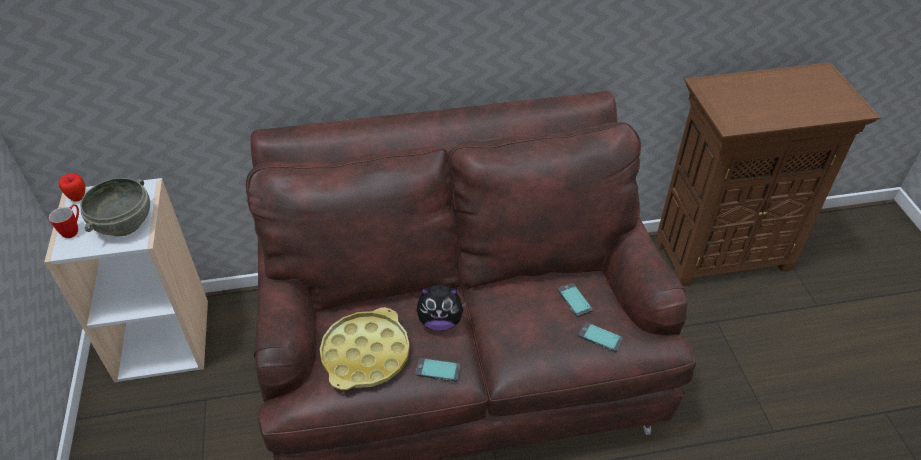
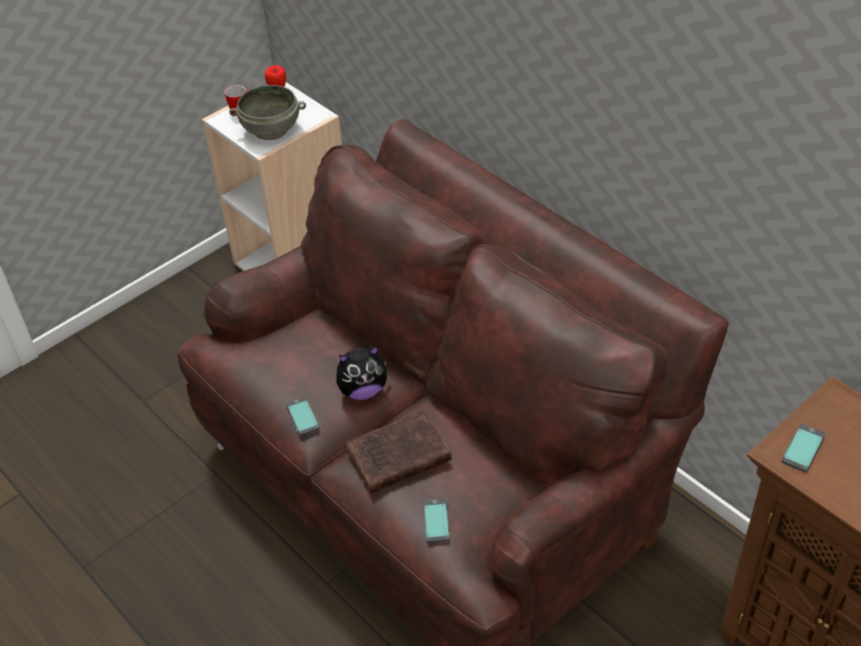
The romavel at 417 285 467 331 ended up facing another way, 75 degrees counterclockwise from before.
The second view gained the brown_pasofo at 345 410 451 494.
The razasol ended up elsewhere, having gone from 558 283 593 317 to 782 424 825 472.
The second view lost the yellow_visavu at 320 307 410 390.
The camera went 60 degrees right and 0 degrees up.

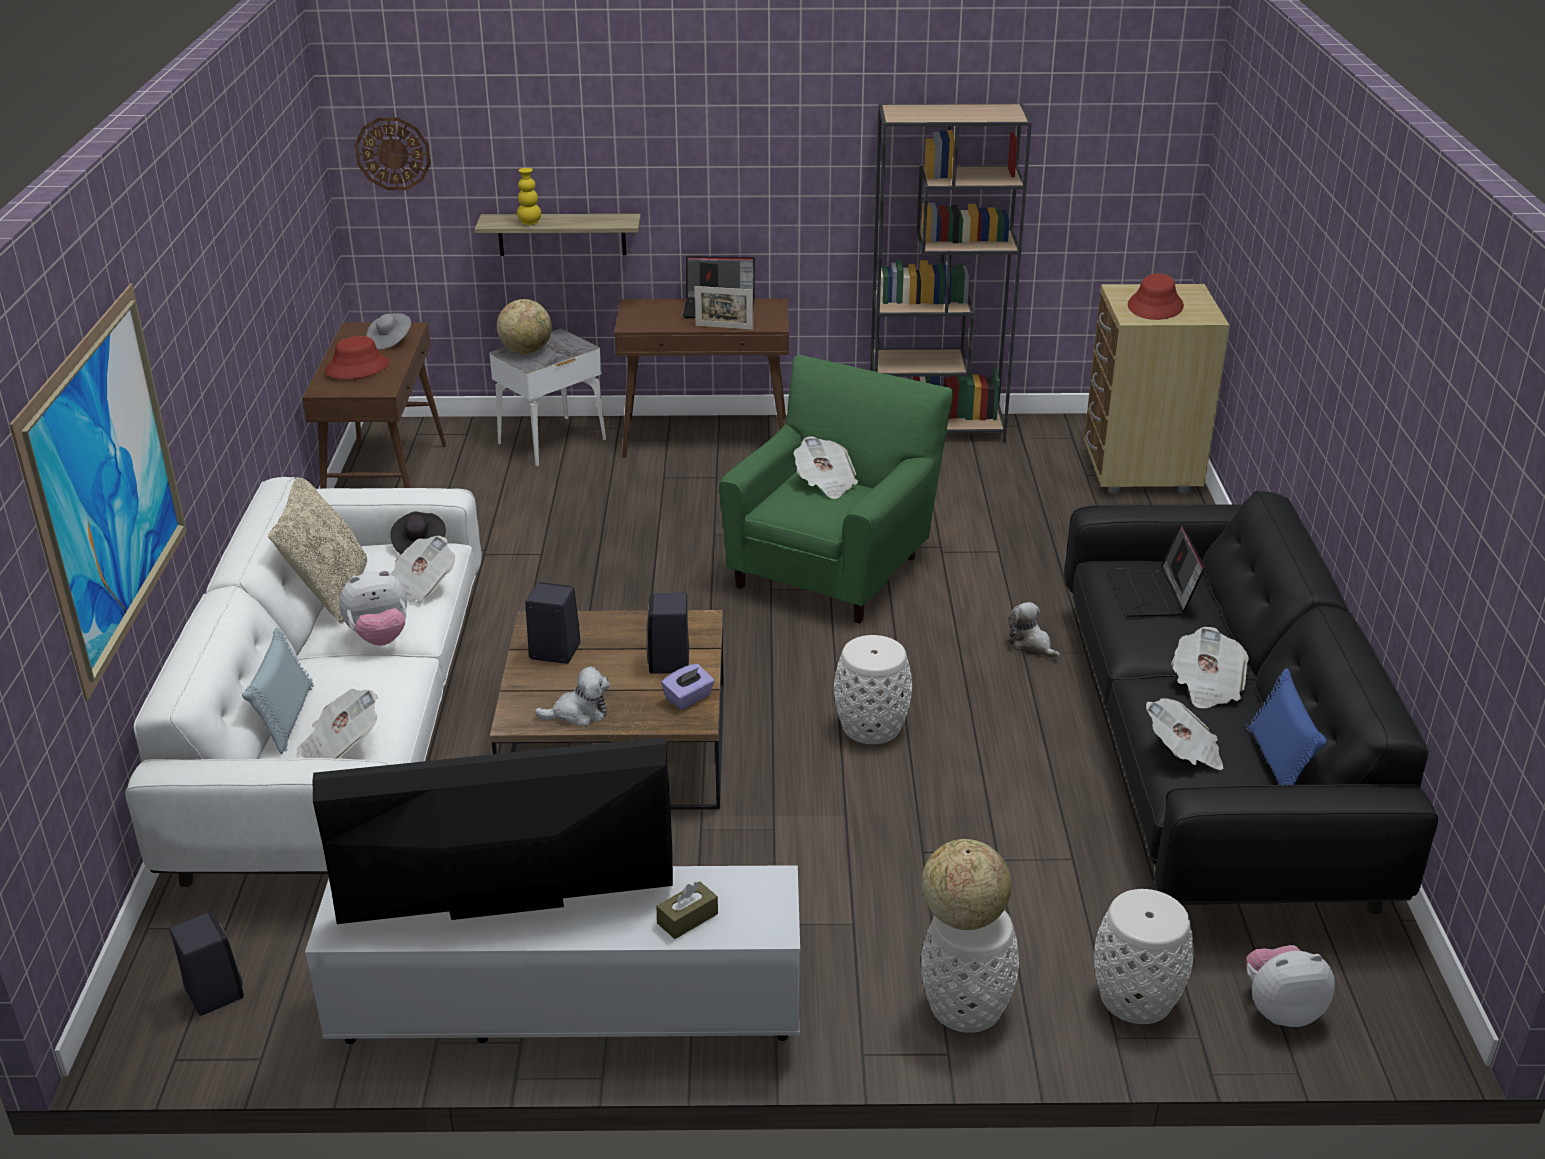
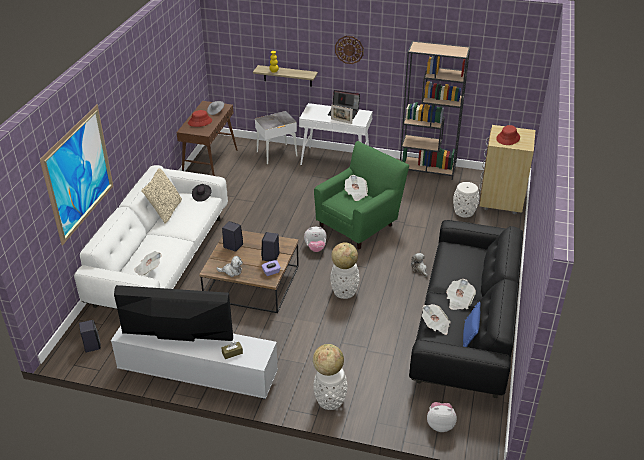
What was the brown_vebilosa at 614 298 789 458 turned into the white_vebilosa at 299 103 373 165.
The romavel ended up elsewhere, having gone from 339 570 407 646 to 304 227 327 252.
The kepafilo ended up elsewhere, having gone from 497 299 552 354 to 331 242 358 269.
The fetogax ended up elsewhere, having gone from 355 117 431 190 to 335 36 364 64.
The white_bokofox ended up elsewhere, having gone from 1094 889 1194 1024 to 453 182 479 217.
The second view lost the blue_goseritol at 242 627 314 754.
The second view lost the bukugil at 390 536 455 603.
The second view lost the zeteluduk at 1108 523 1205 617.
The camera went 15 degrees right and 5 degrees up.

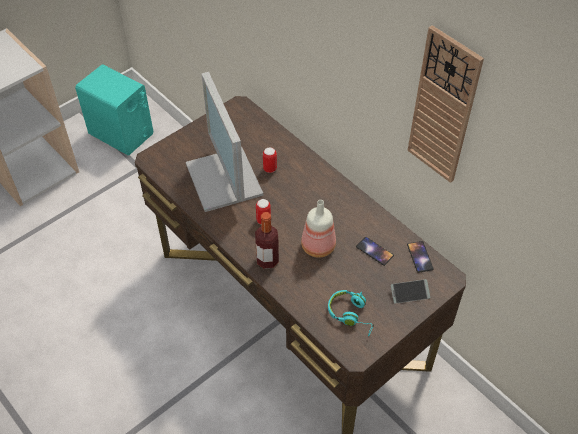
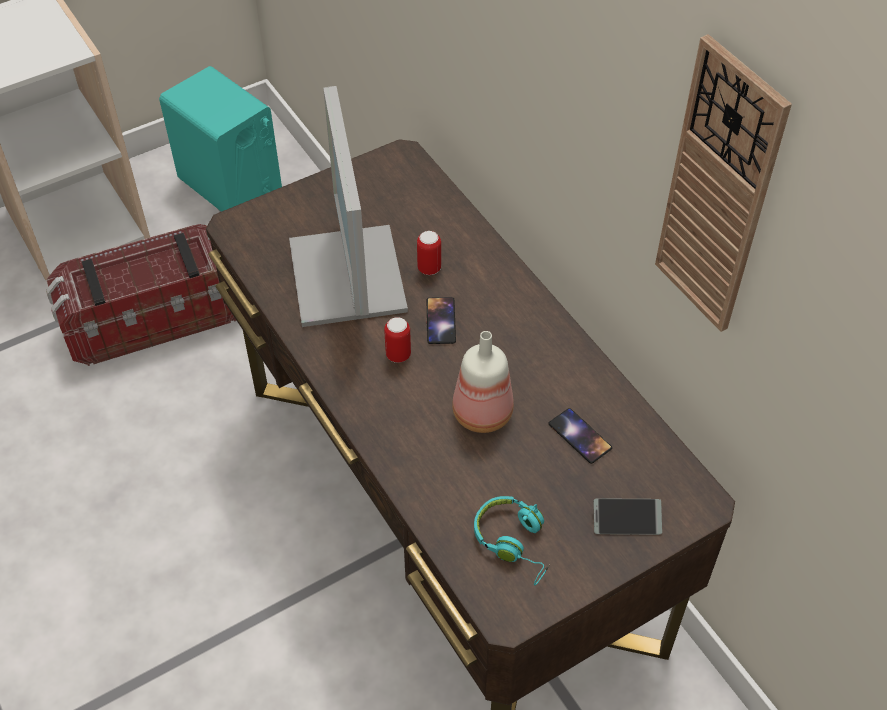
The second view gained the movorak at 46 224 236 366.
The razasol ended up elsewhere, having gone from 407 241 434 273 to 427 297 456 344.
The second view lost the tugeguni at 255 212 279 269.
The camera went 10 degrees right and 0 degrees up.

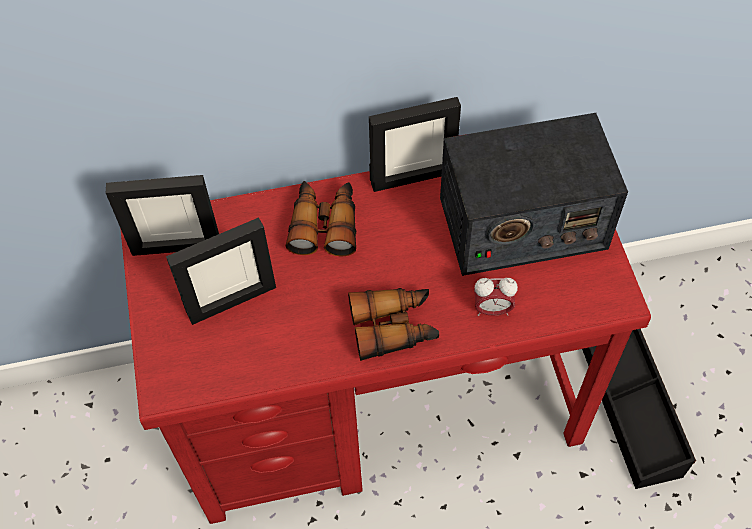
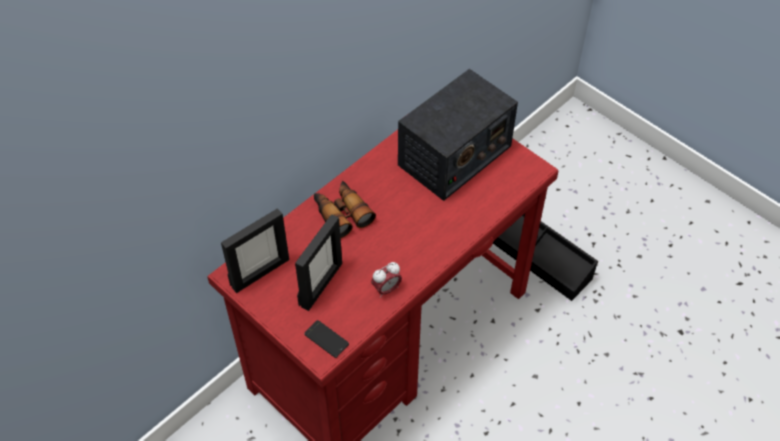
The second view gained the razasol at 304 320 349 358.
The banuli ended up elsewhere, having gone from 474 278 518 316 to 371 262 402 298.
The second view lost the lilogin at 348 288 439 361.
The second view lost the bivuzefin at 369 97 461 192.
The camera went 35 degrees left and 5 degrees down.

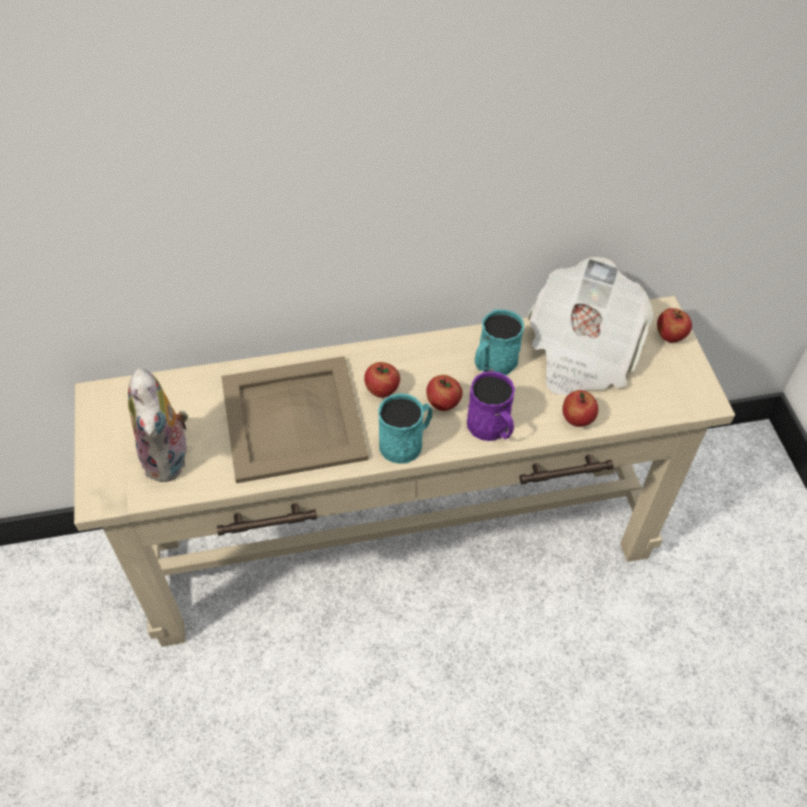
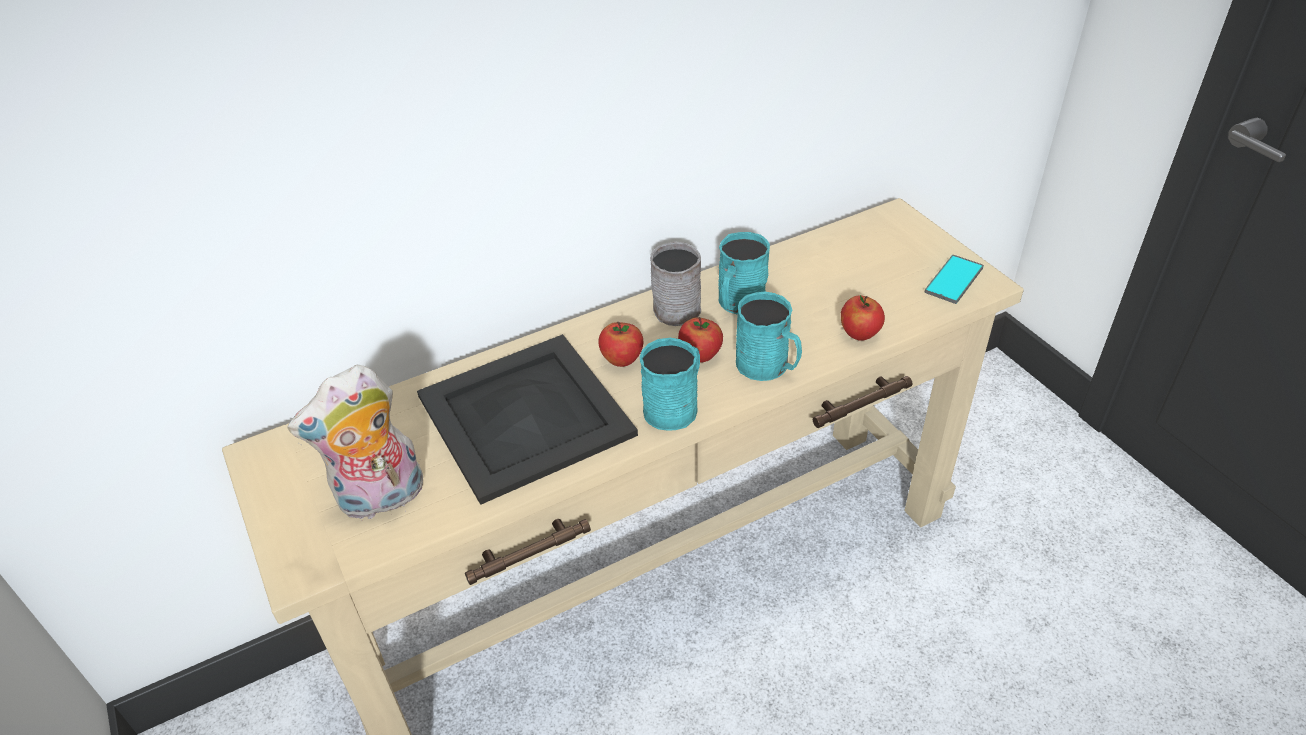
The romavel at 128 367 190 482 ended up facing another way, 90 degrees clockwise from before.
What was the beige_visavu at 221 356 369 483 turned into the black_visavu at 417 334 638 505.
The second view gained the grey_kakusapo at 650 242 701 326.
What was the purple_kakusapo at 467 371 515 441 turned into the turquoise_kakusapo at 736 292 802 381.
The second view gained the razasol at 925 255 984 304.
The second view lost the bukugil at 528 257 654 395.
The second view lost the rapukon at 657 308 692 343.
The camera went 15 degrees left and 10 degrees down.

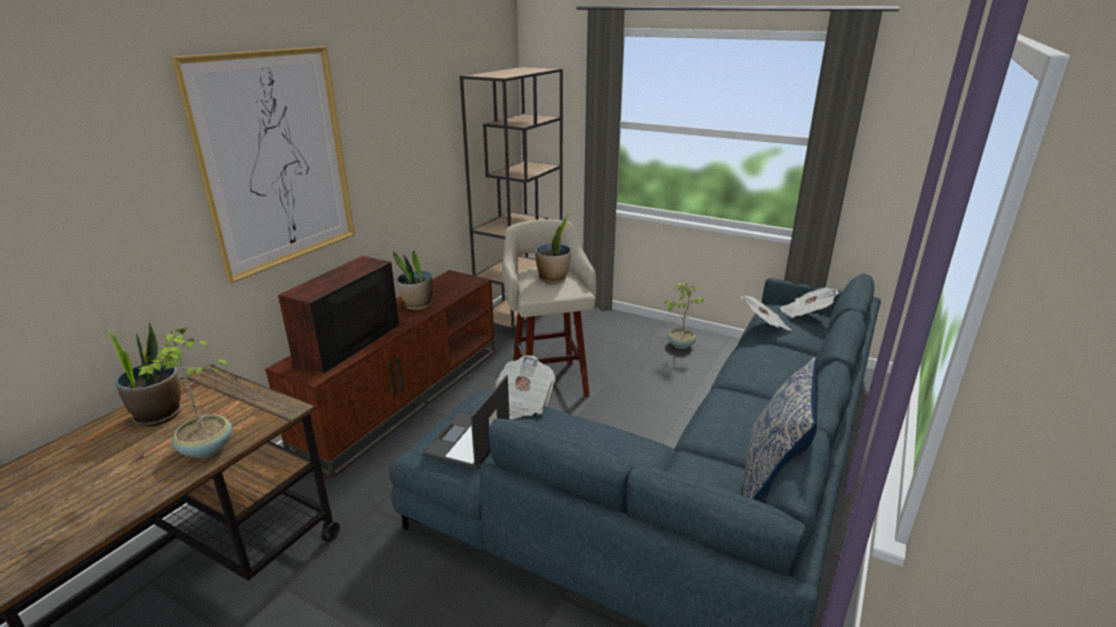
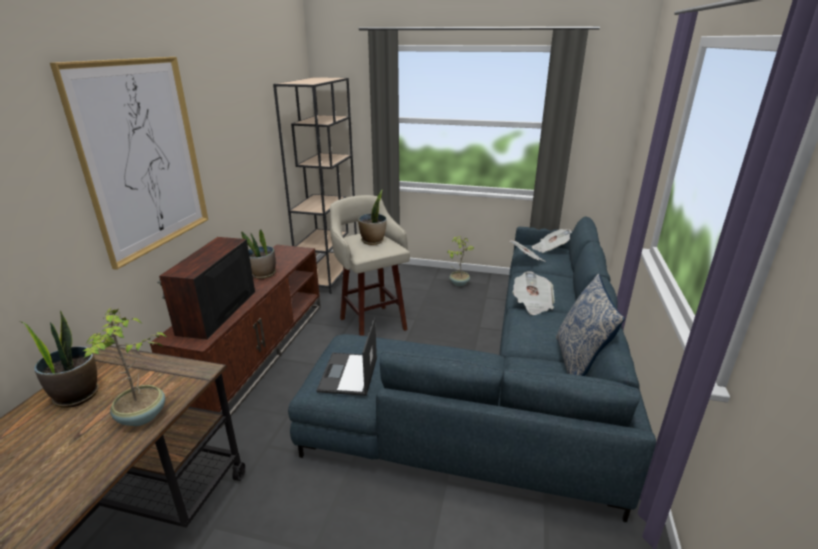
The bukugil ended up elsewhere, having gone from 495 355 556 419 to 513 271 555 315.
The camera went 15 degrees left and 0 degrees up.

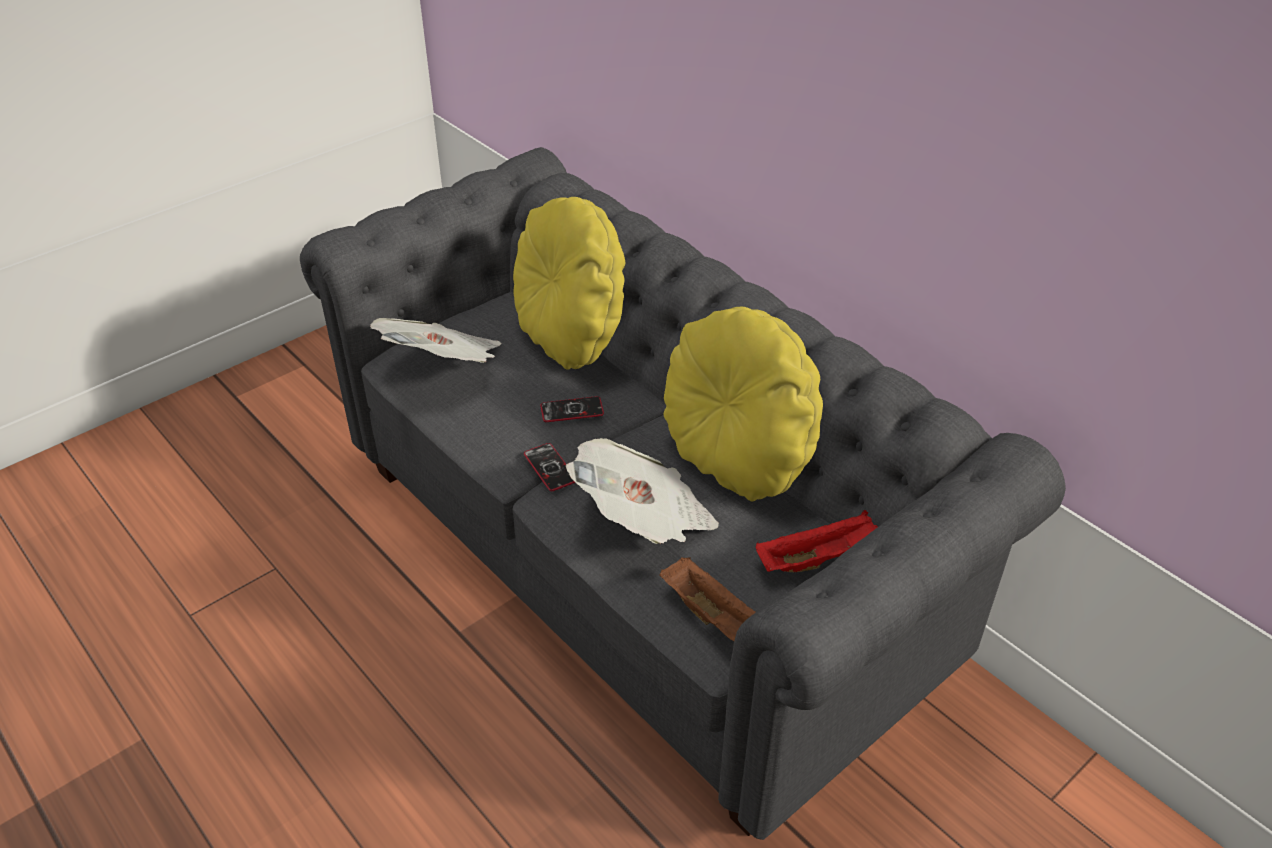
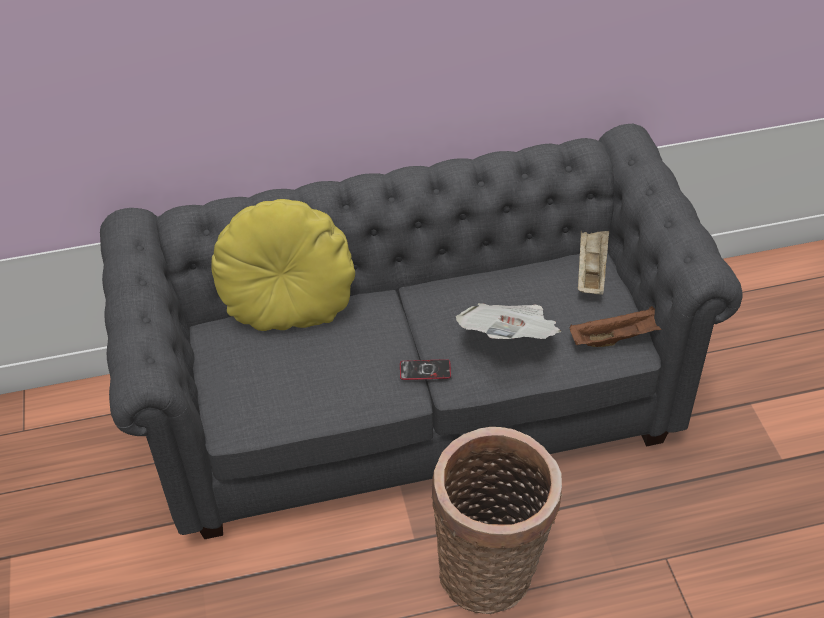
The second view gained the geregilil at 431 427 562 614.
What was the red_visavu at 756 510 878 572 turned into the beige_visavu at 578 230 609 295.
The second view lost the bukugil at 370 318 501 363.
The second view lost the razasol at 540 396 604 422.
The second view lost the yellow_goseritol at 664 307 823 502.
The camera went 60 degrees left and 5 degrees up.

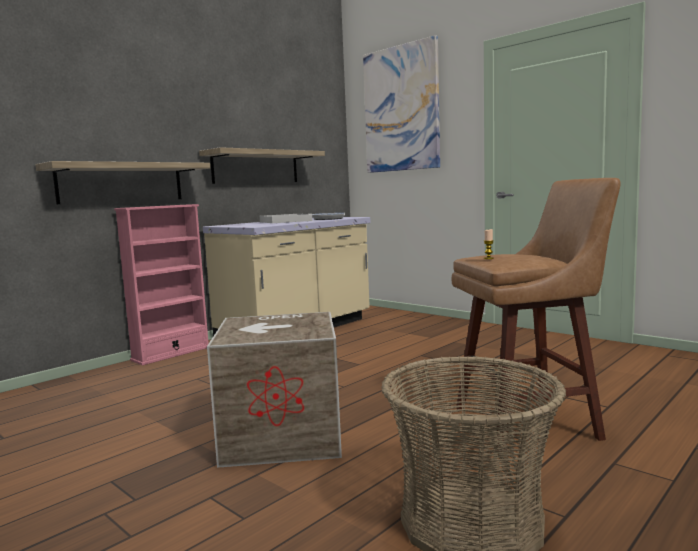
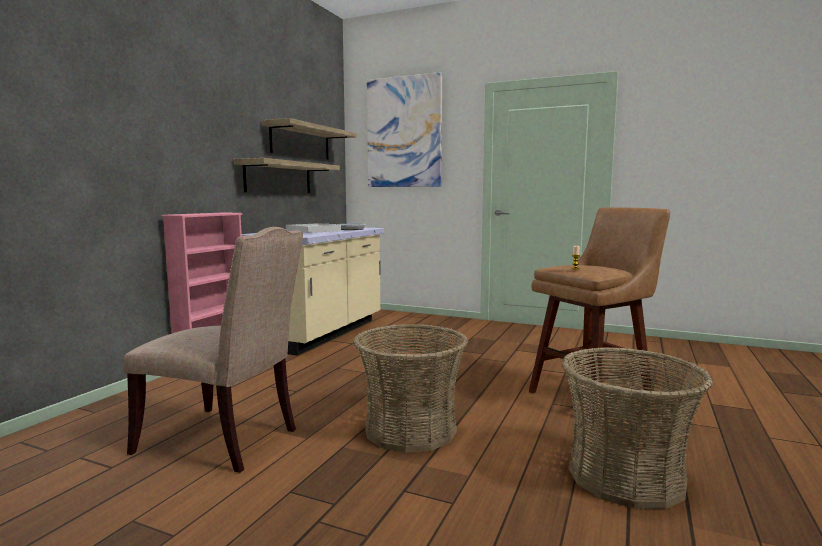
The second view gained the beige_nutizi at 123 227 303 473.
The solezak ended up elsewhere, having gone from 35 161 210 204 to 261 118 357 159.
Where the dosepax stood at 207 312 342 468, the geregilil came to stand at 353 324 468 453.
The camera went 20 degrees left and 0 degrees up.

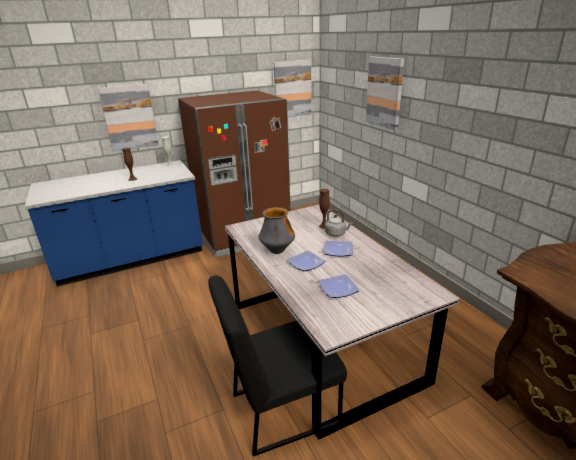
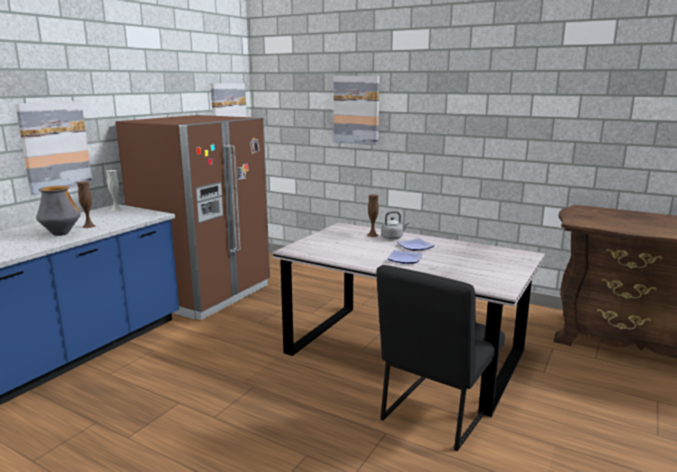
The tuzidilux ended up elsewhere, having gone from 259 207 295 254 to 36 186 81 236.
The second view lost the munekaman at 318 274 360 298.
The camera went 35 degrees left and 10 degrees down.

